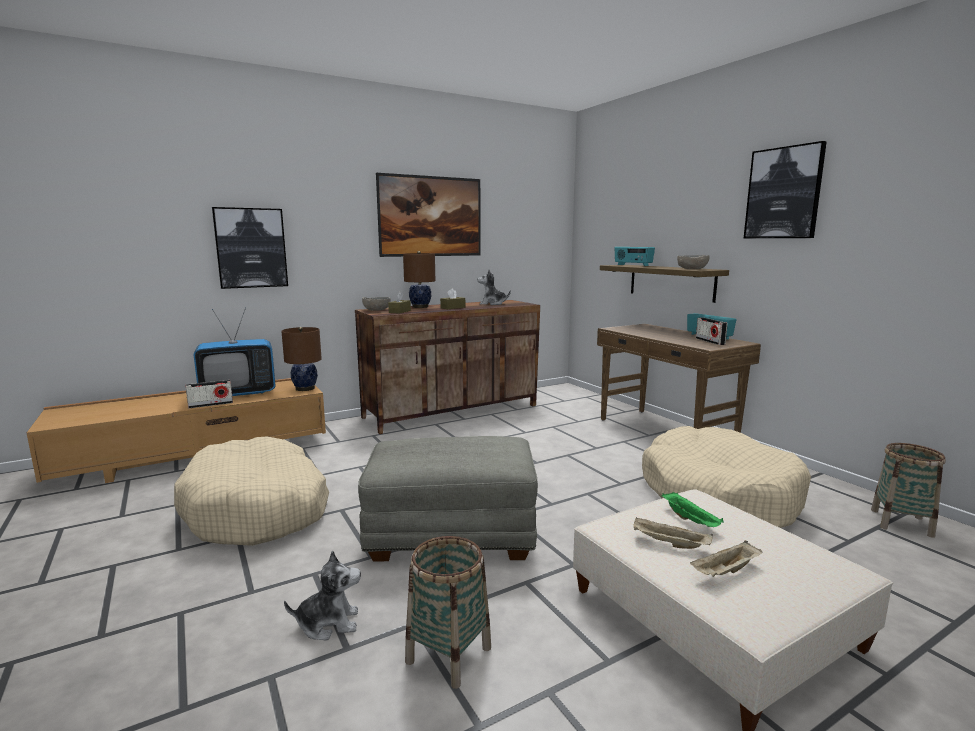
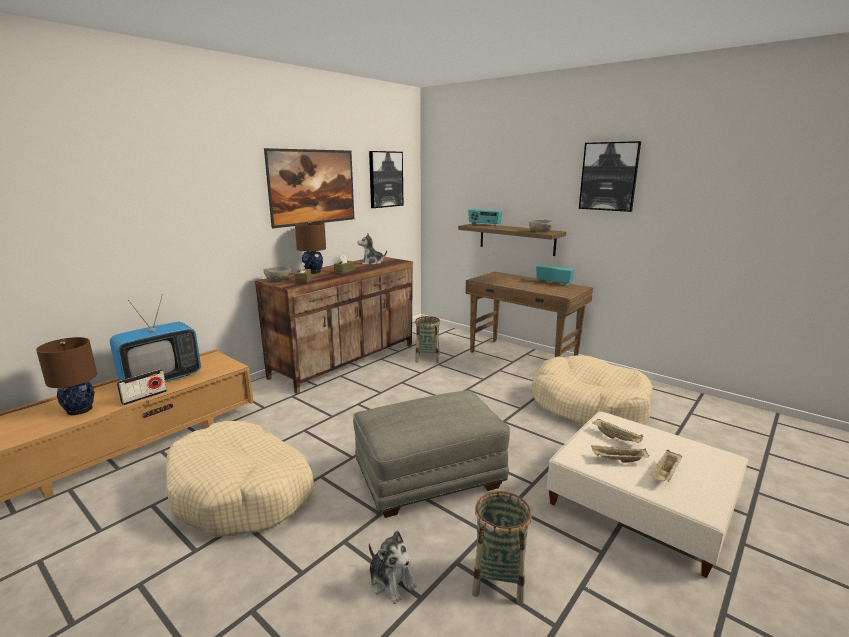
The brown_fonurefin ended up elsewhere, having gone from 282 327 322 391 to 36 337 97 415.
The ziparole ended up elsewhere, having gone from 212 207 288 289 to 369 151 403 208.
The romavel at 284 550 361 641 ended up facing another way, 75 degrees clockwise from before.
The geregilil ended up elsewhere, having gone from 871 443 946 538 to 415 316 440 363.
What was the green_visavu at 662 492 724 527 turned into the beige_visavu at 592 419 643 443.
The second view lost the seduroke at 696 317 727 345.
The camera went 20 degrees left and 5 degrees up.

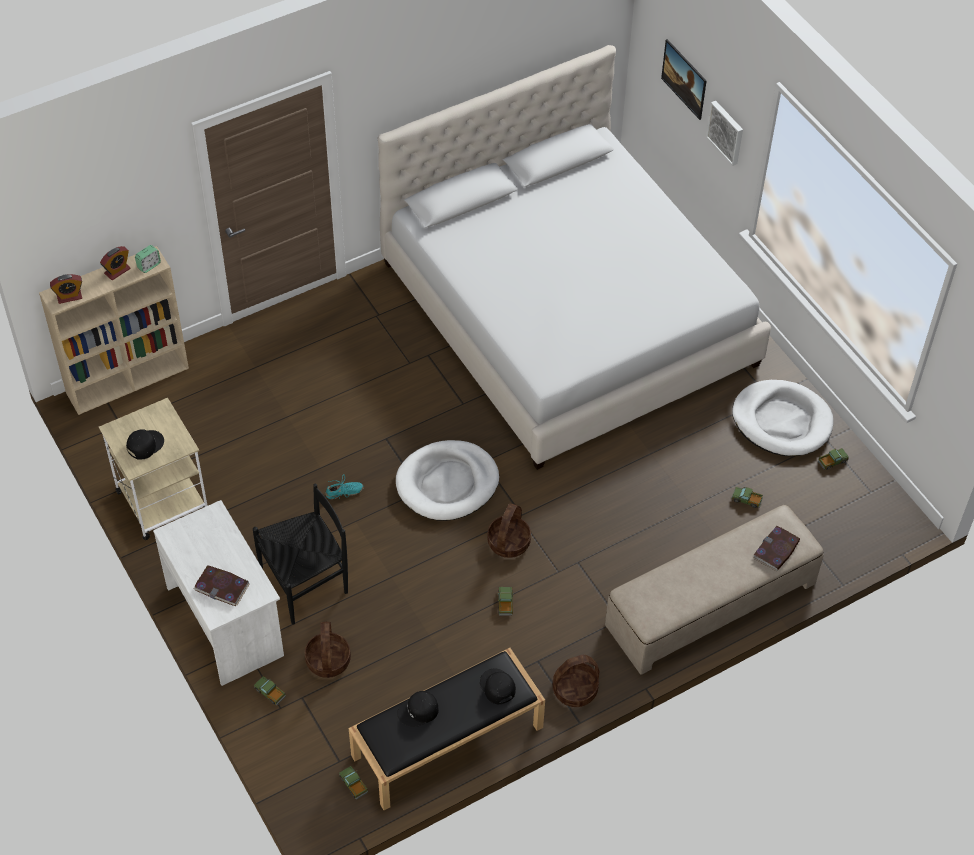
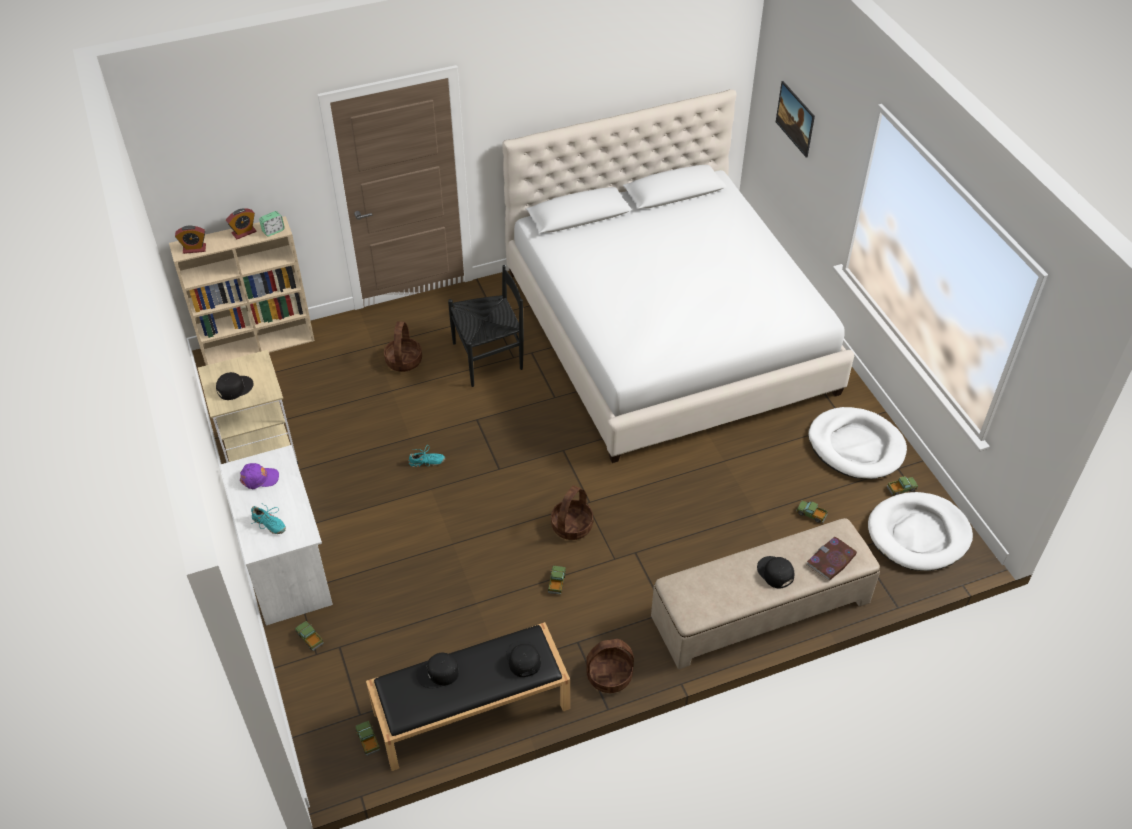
The second view gained the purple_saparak at 240 463 279 489.
Where the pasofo stood at 194 565 250 606, the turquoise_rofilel came to stand at 251 504 286 534.
The geregilil ended up elsewhere, having gone from 305 622 351 678 to 384 321 422 372.
The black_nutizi ended up elsewhere, having gone from 253 484 348 625 to 448 265 524 387.
The second view gained the black_saparak at 757 556 794 589.
The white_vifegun ended up elsewhere, having gone from 396 440 499 521 to 868 492 973 571.
The second view lost the ziparole at 706 101 743 166.
The camera went 10 degrees right and 5 degrees down.

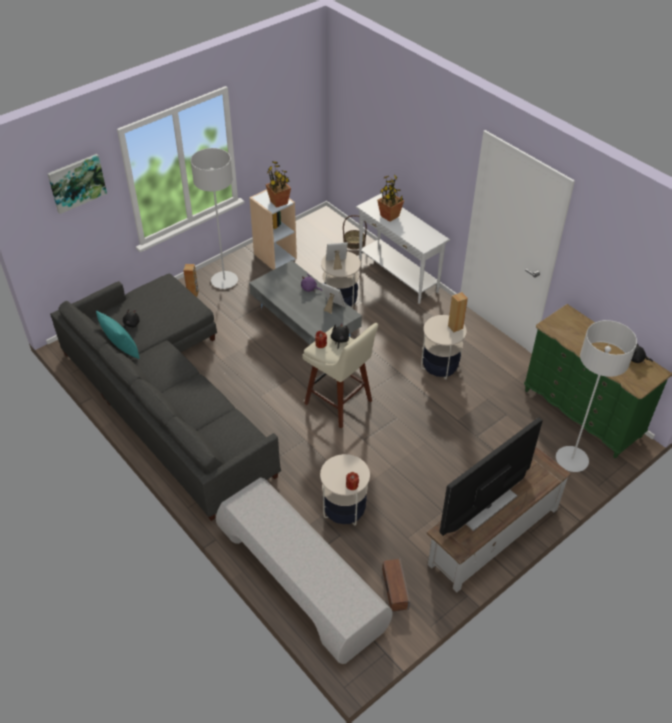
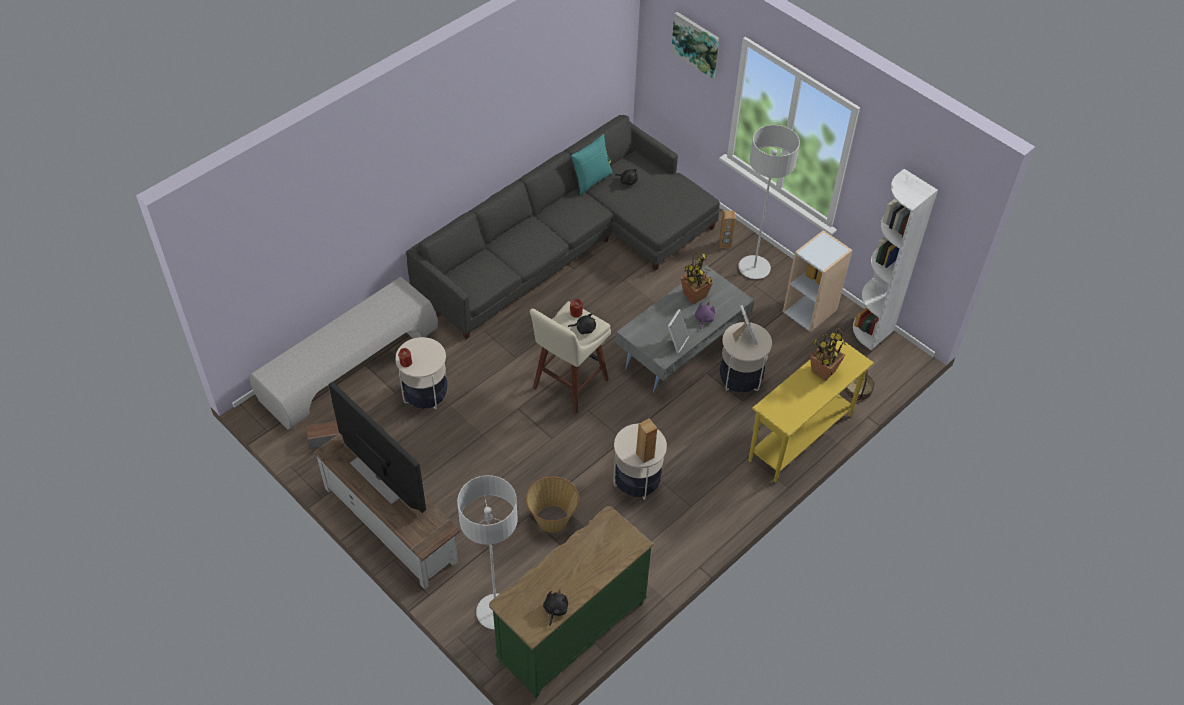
The second view gained the geregilil at 526 476 579 533.
The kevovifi ended up elsewhere, having gone from 266 161 291 208 to 681 253 713 304.
What was the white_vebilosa at 356 193 450 304 turned into the yellow_vebilosa at 749 341 874 483.
The second view gained the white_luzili at 853 169 938 350.
The camera went 85 degrees right and 5 degrees up.

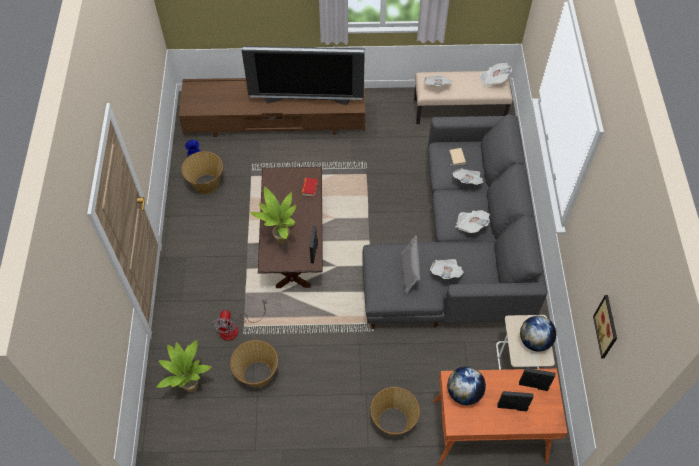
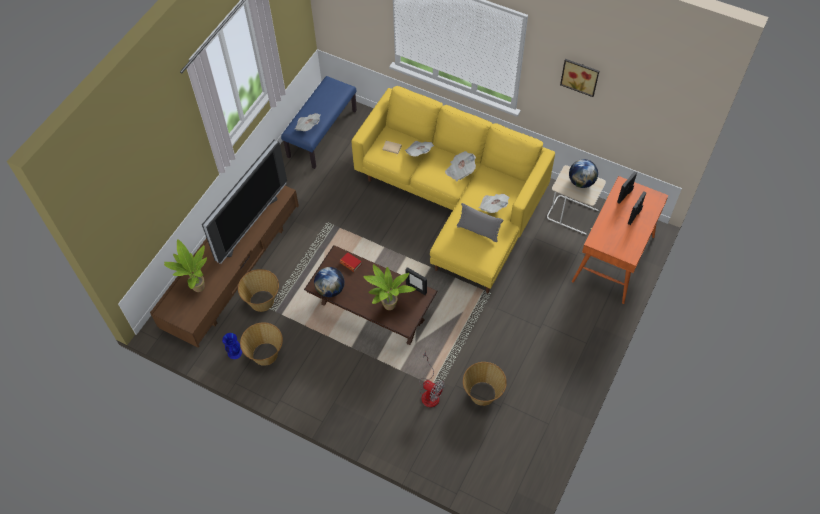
The kevovifi ended up elsewhere, having gone from 156 340 212 392 to 164 239 207 292.
The geregilil ended up elsewhere, having gone from 370 387 420 435 to 238 269 279 312.
What was the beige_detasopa at 414 71 513 124 turned into the blue_detasopa at 281 76 357 169.
The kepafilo ended up elsewhere, having gone from 447 366 486 405 to 314 267 345 297.
What was the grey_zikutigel at 362 114 547 329 turned into the yellow_zikutigel at 351 86 555 293.
The ziparole ended up elsewhere, having gone from 593 295 617 358 to 560 59 599 97.
The second view lost the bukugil at 479 63 512 86.
The camera went 60 degrees left and 0 degrees up.

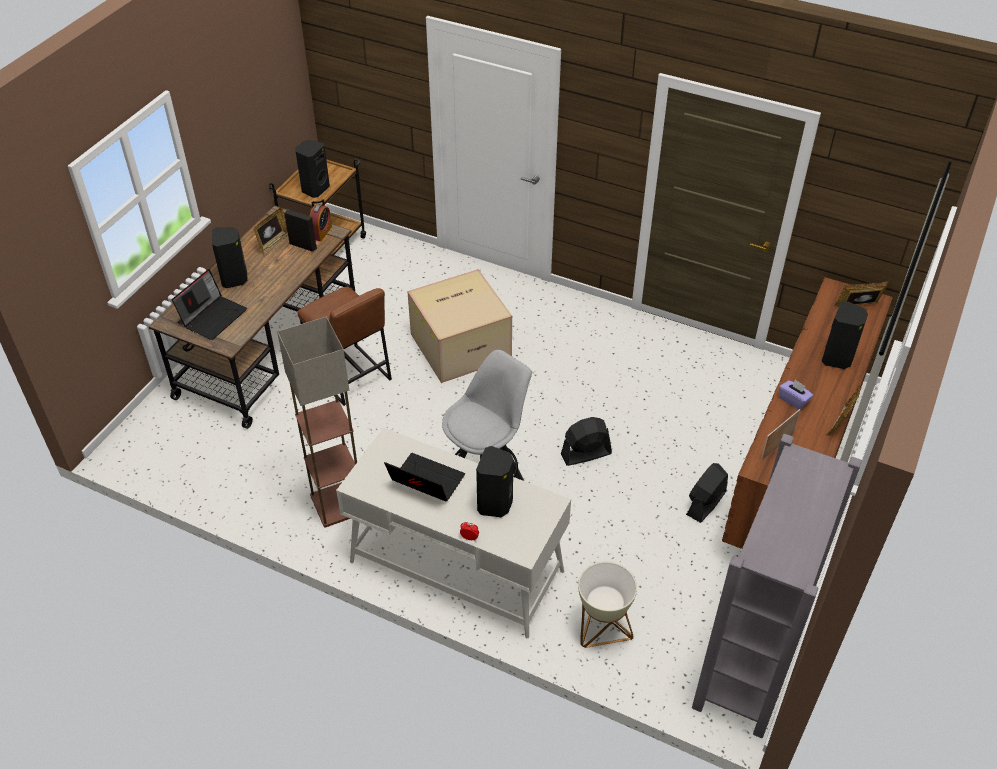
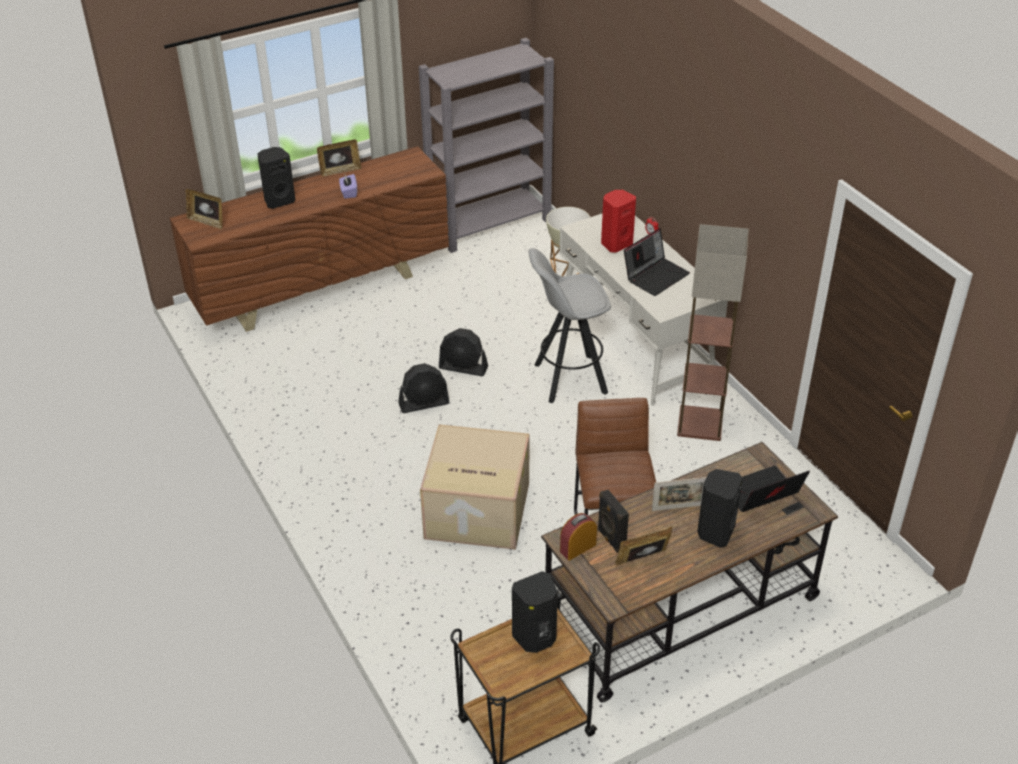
The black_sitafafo ended up elsewhere, having gone from 686 463 728 523 to 398 363 450 413.
What was the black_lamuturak at 476 446 513 517 turned into the red_lamuturak at 601 190 636 253.
The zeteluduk at 384 453 465 501 ended up facing another way, 105 degrees counterclockwise from before.
The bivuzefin ended up elsewhere, having gone from 761 409 800 461 to 652 477 706 511.
The camera went 145 degrees left and 5 degrees down.

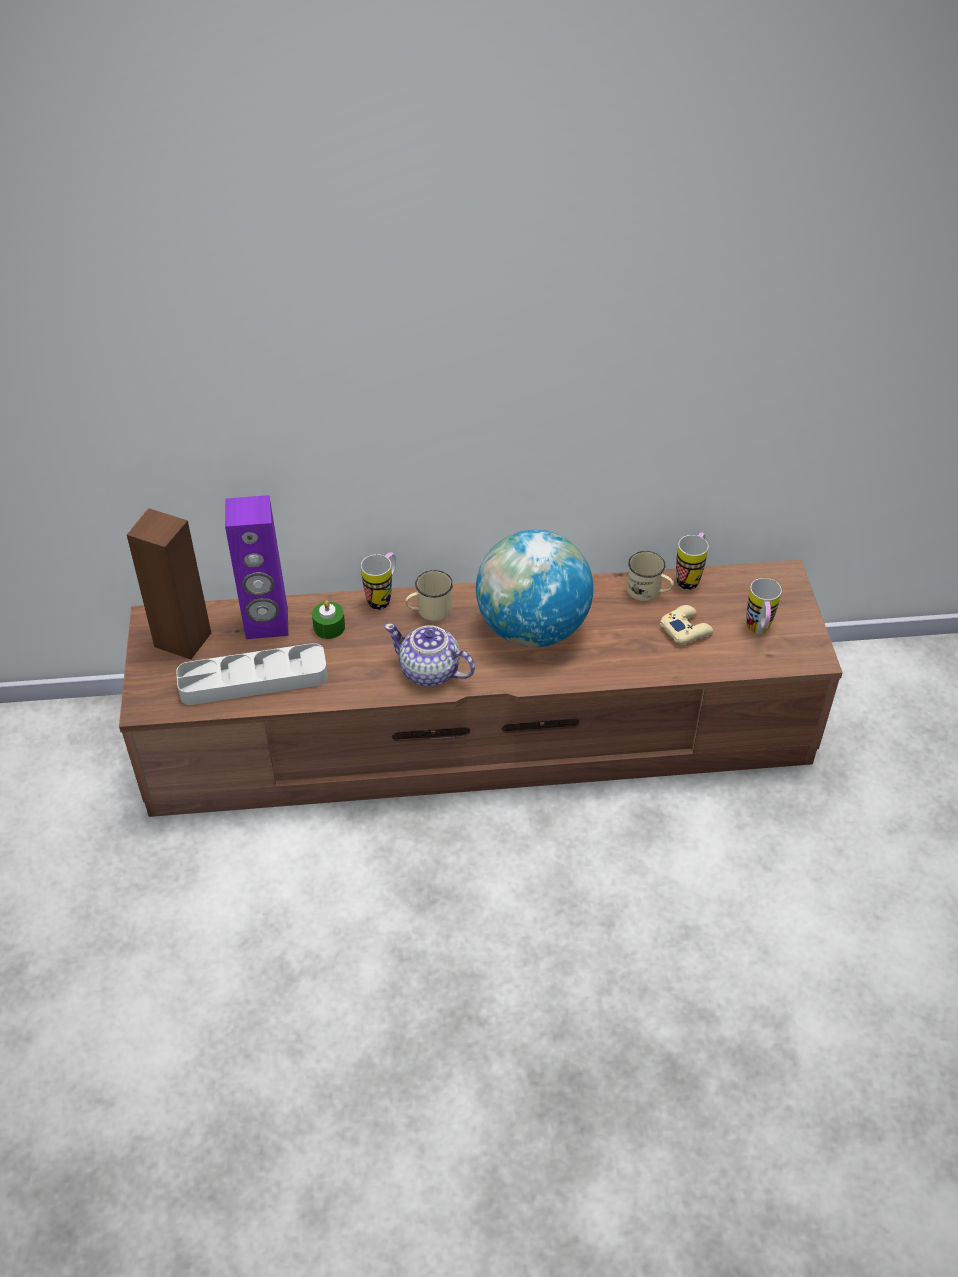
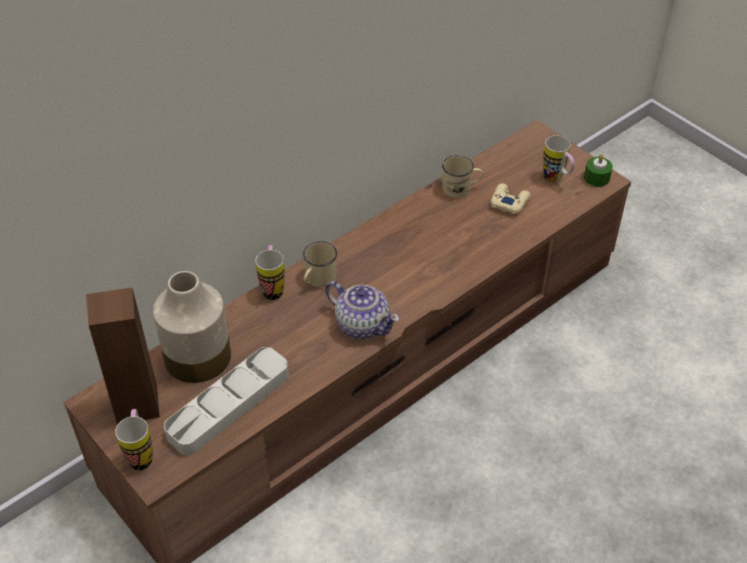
The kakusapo ended up elsewhere, having gone from 676 532 709 590 to 115 409 152 470.
Where the purple_lamuturak stood at 225 495 289 639, the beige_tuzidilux came to stand at 153 271 231 383.
The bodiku at 384 623 475 686 ended up facing another way, 135 degrees counterclockwise from before.
The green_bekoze ended up elsewhere, having gone from 312 601 345 639 to 584 154 613 187.
The second view lost the kepafilo at 476 530 593 647.
The camera went 35 degrees left and 0 degrees up.

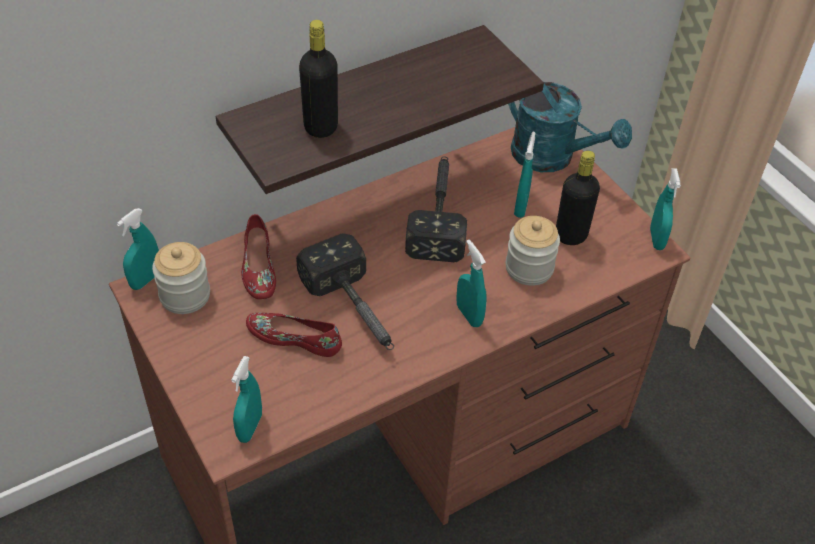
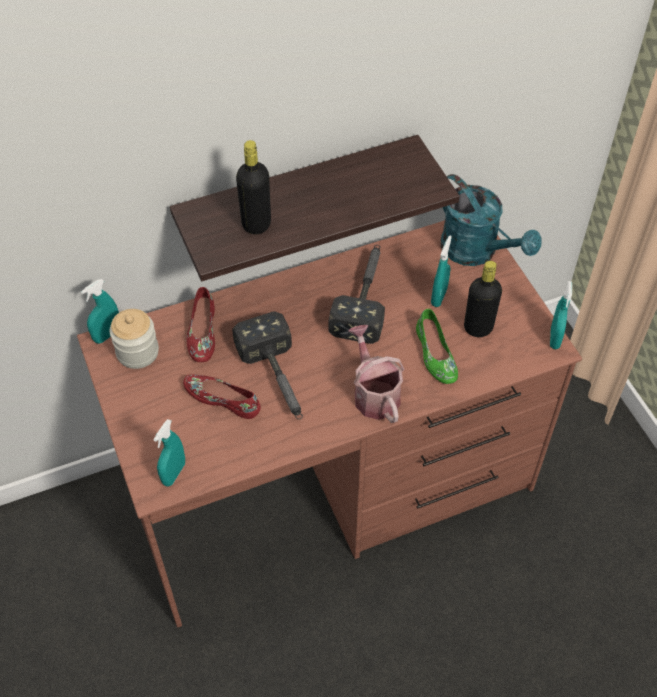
Where the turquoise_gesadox stood at 456 240 486 327, the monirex came to stand at 348 325 405 423.
Where the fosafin stood at 505 216 560 286, the green_rofilel came to stand at 416 309 458 384.
The camera went 10 degrees right and 5 degrees up.

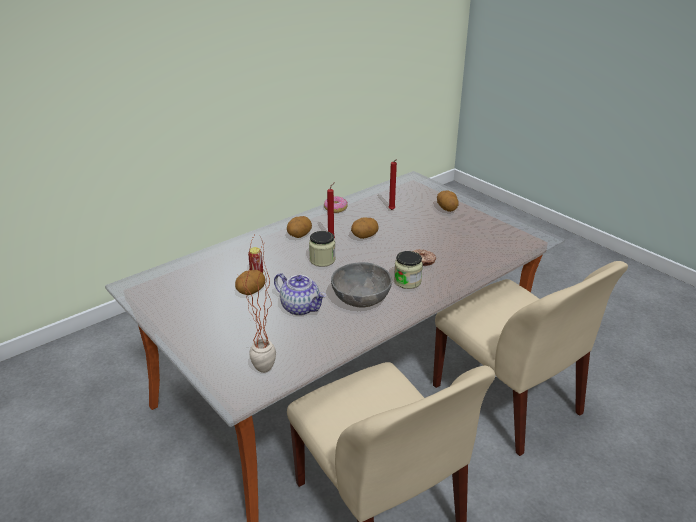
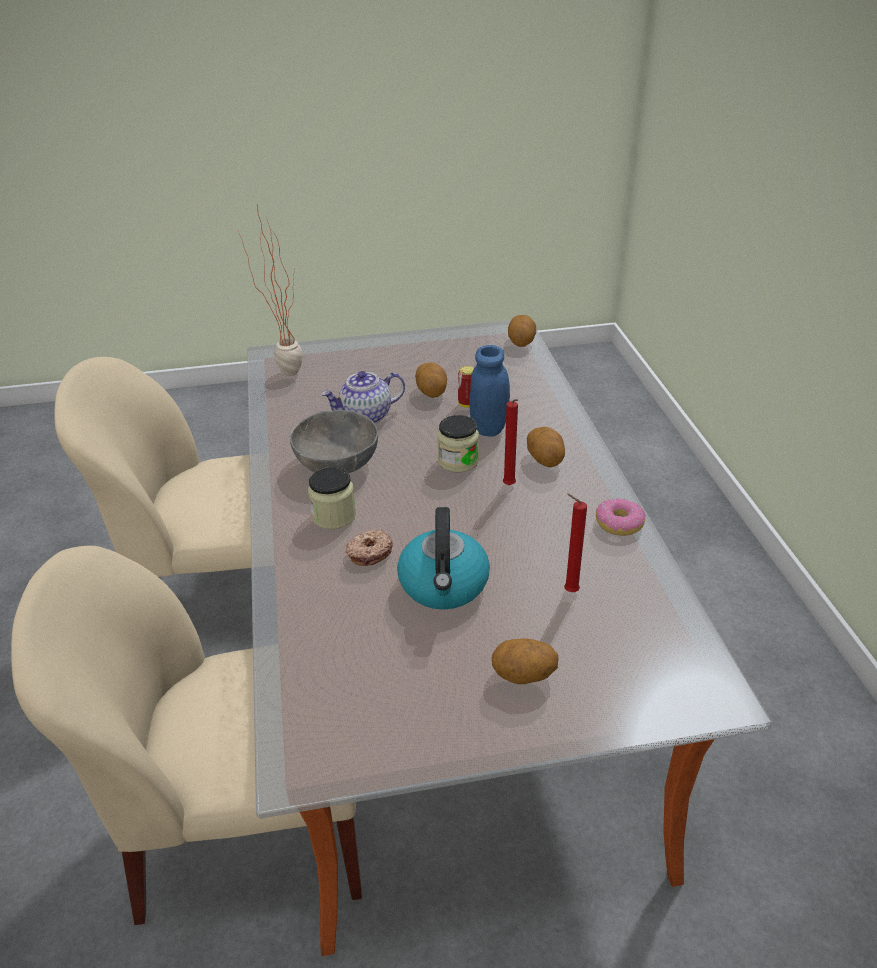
The second view gained the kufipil at 397 507 490 610.
The second view gained the blue_fosafin at 469 345 510 437.
The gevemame ended up elsewhere, having gone from 351 217 379 239 to 508 315 536 347.
The camera went 120 degrees right and 5 degrees up.

